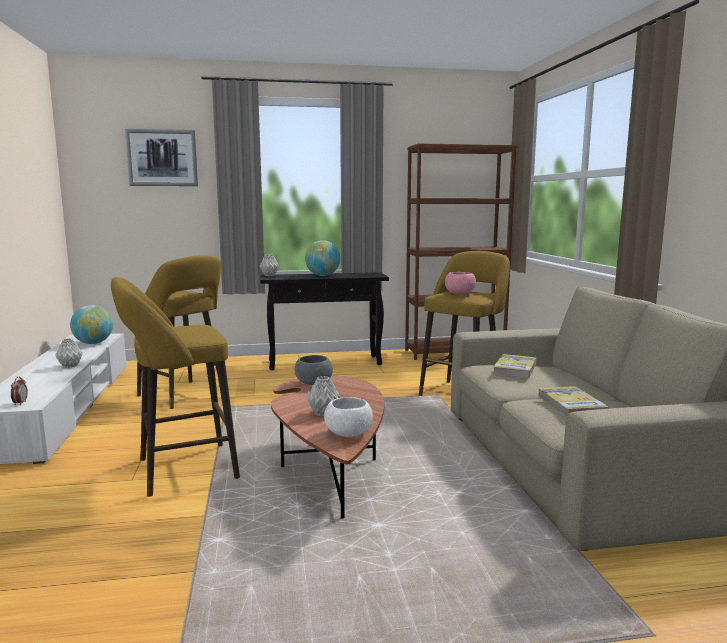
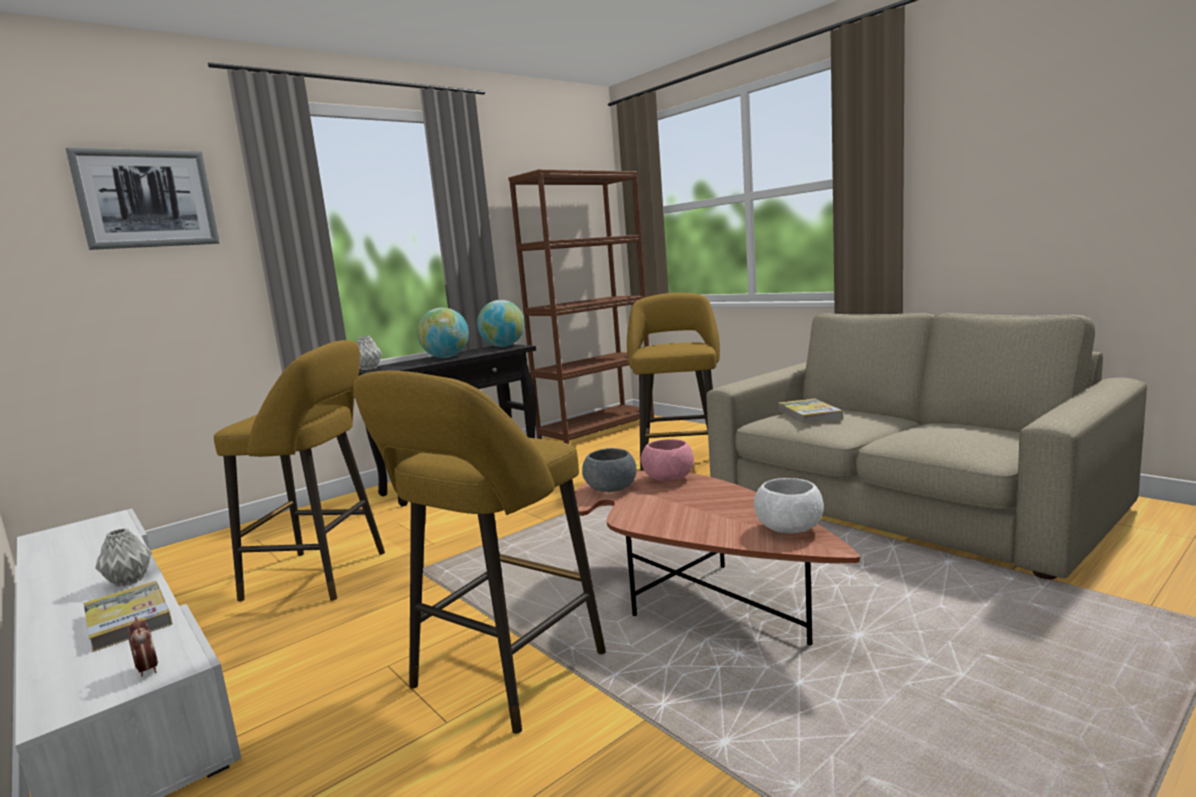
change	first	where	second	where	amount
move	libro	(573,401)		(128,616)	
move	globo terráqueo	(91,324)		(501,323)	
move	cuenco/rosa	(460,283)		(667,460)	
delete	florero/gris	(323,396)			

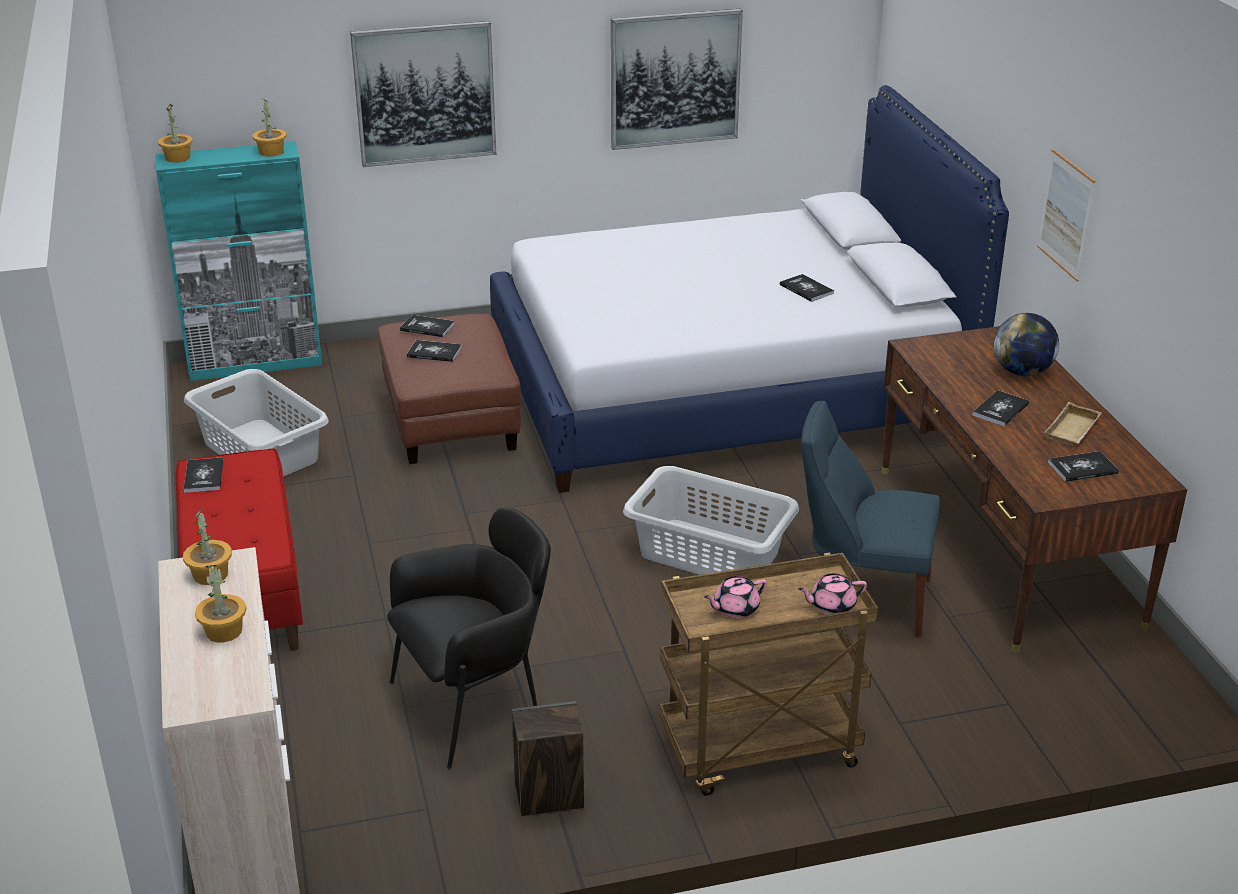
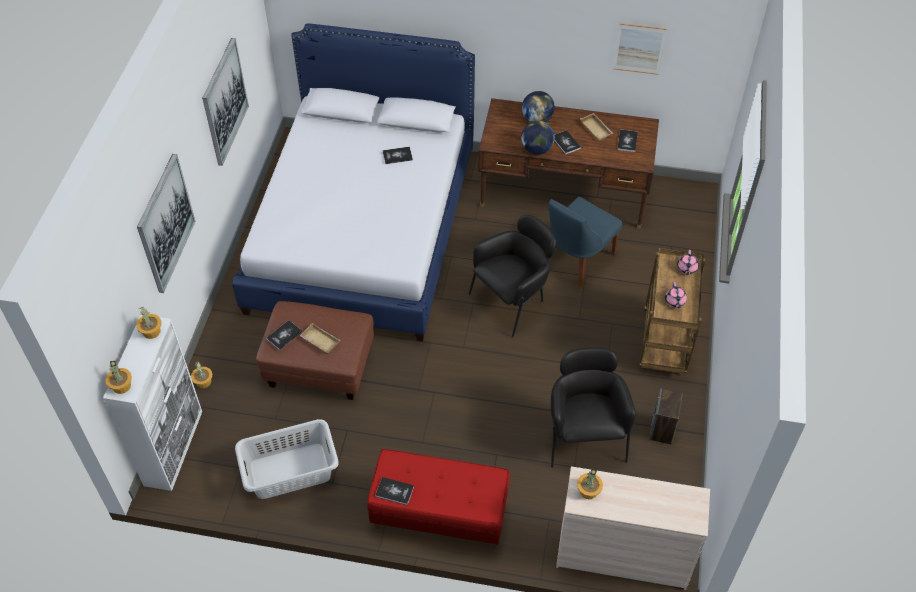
change	first	where	second	where	amount
recolor	armario/turquesa	(238,261)	armario/blanco	(152,403)	
move	planta en maceta	(221,603)		(202,374)	
replace	libro	(434,351)	bandeja/beis	(320,338)	
replace	cesto de la ropa/gris	(711,520)	sillón/negro	(512,276)	
insert			globo terráqueo	(538,138)	
move	cuadro	(1066,215)		(640,49)	

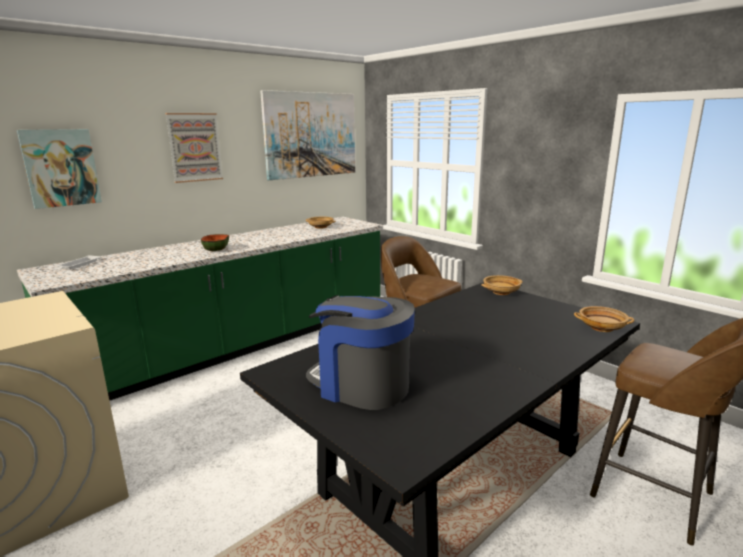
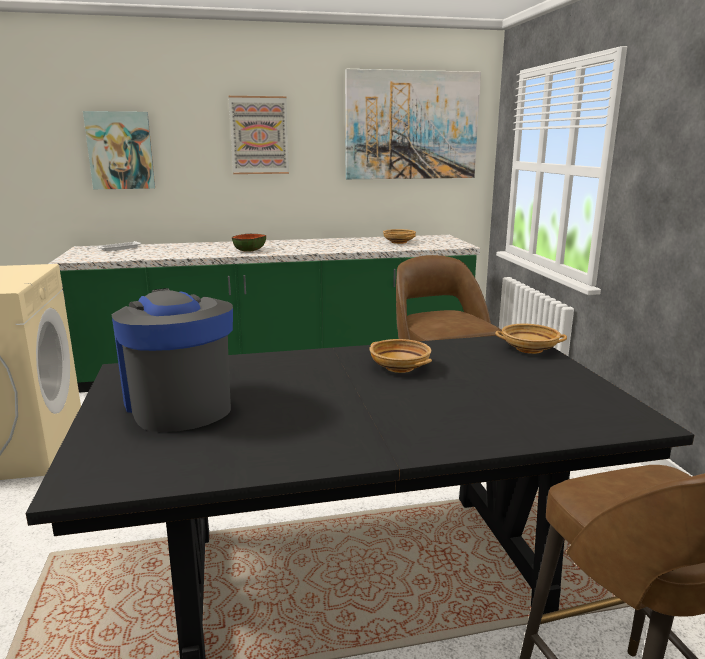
change	first	where	second	where	amount
move	cuenco/beis	(604,319)		(400,356)	

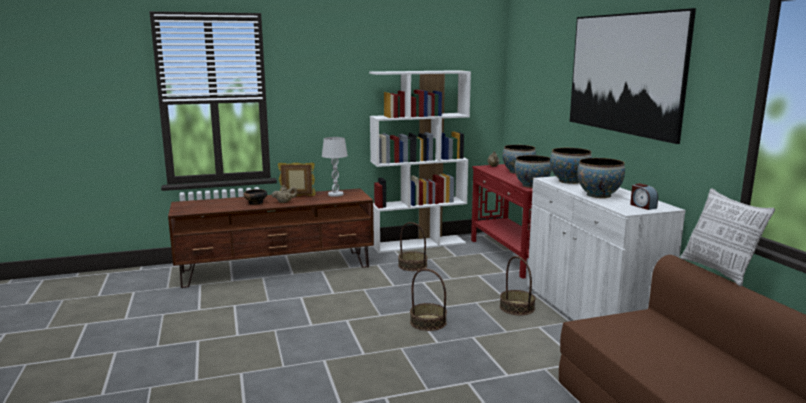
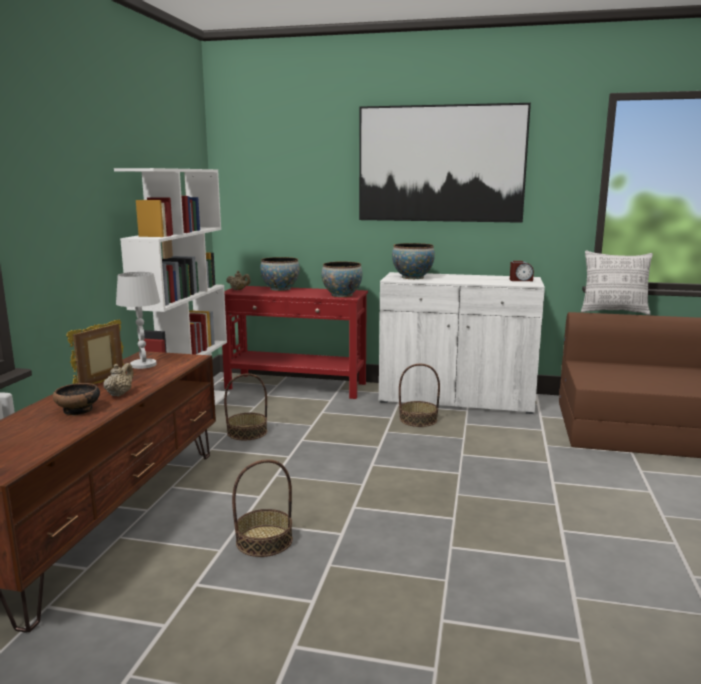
change	first	where	second	where	amount
move	cesta	(428,300)		(262,508)	
delete	cuenco	(601,178)			

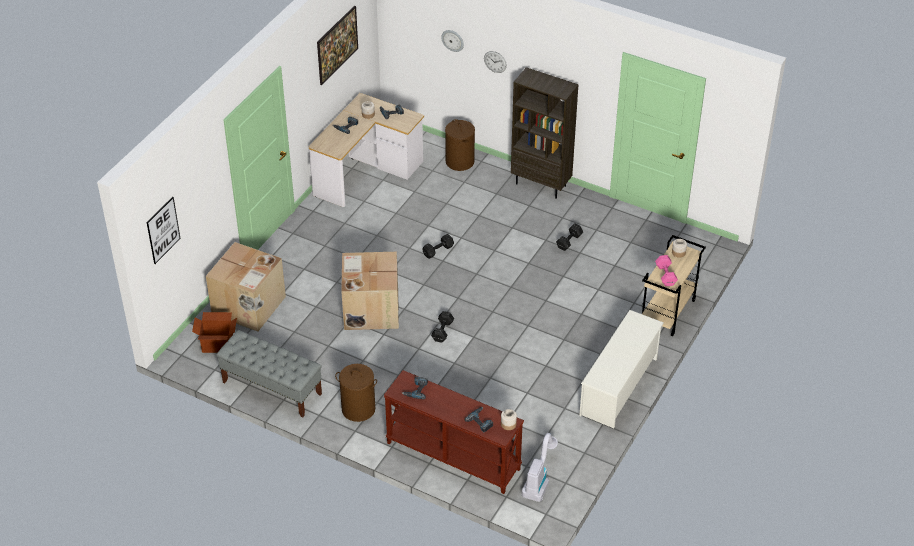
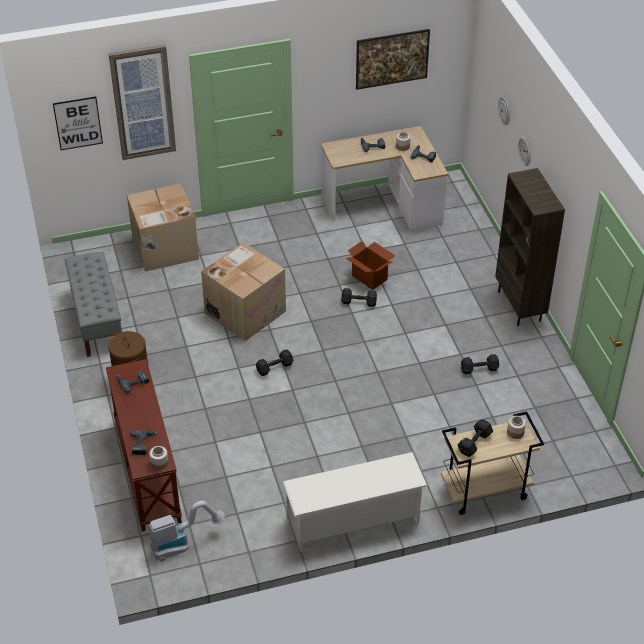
change	first	where	second	where	amount
insert			cuadro	(142,102)	
move	caja de cartón	(214,332)		(371,265)	
recolor	mancuerna/rosa	(666,270)	mancuerna/negro	(475,438)	
delete	cesto de la ropa/marrón	(460,145)			

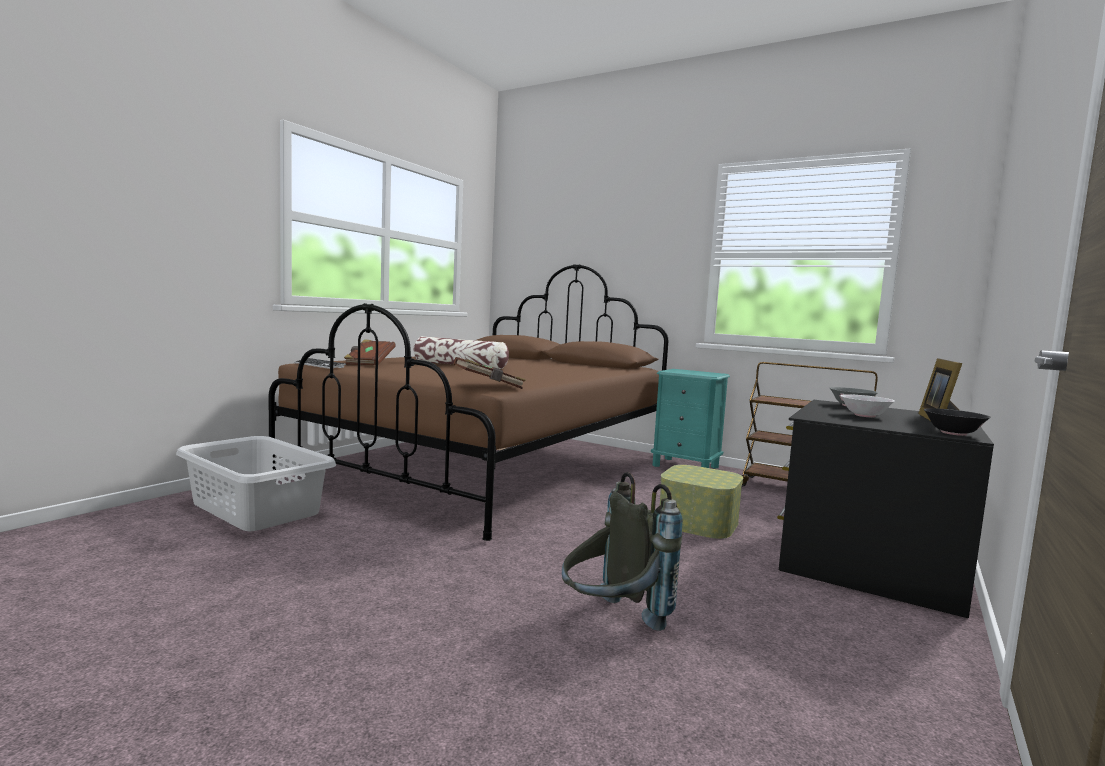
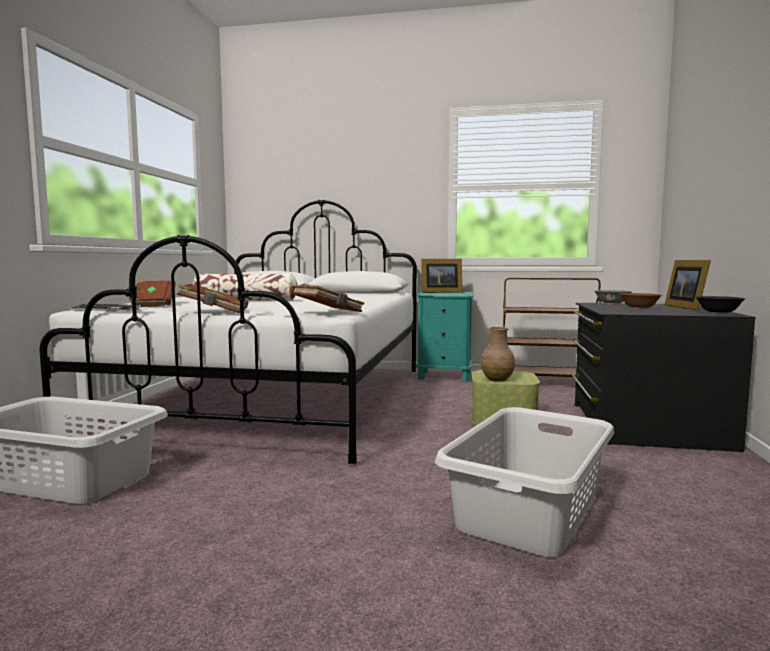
change	first	where	second	where	amount
recolor	cama/marrón	(468,402)	cama/blanco	(228,332)	
insert			libro/marrón	(213,298)	
insert			portarretratos	(441,276)	
replace	mochila/gris	(622,551)	cesto de la ropa/gris	(524,482)	
insert			florero/marrón	(498,354)	
recolor	cuenco/blanco	(867,405)	cuenco/marrón	(640,301)	

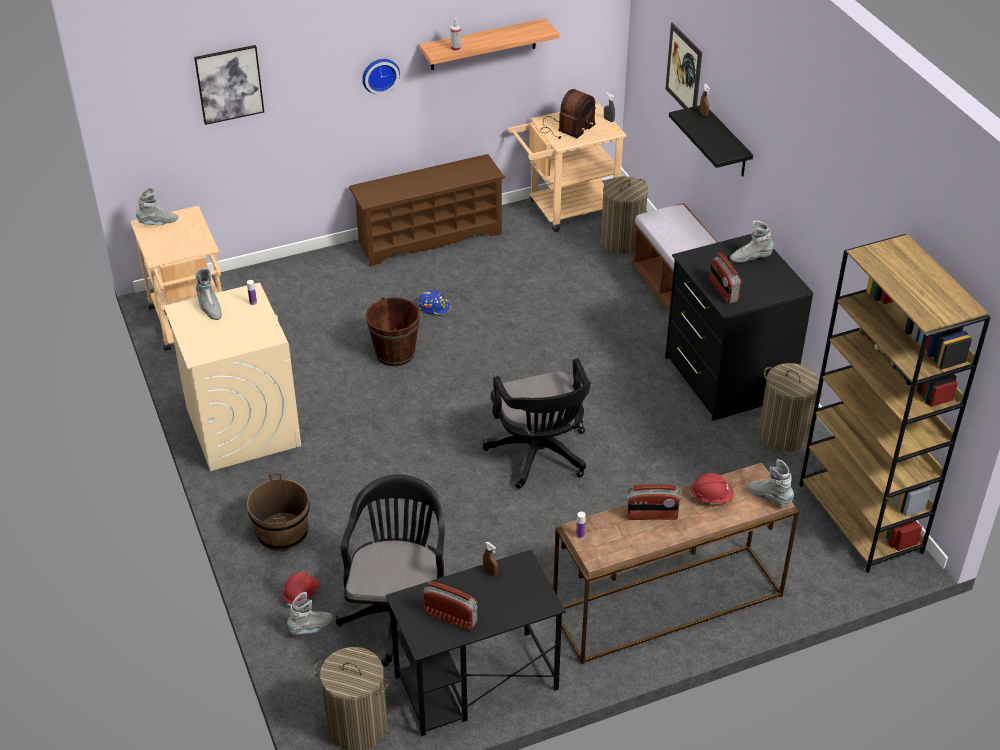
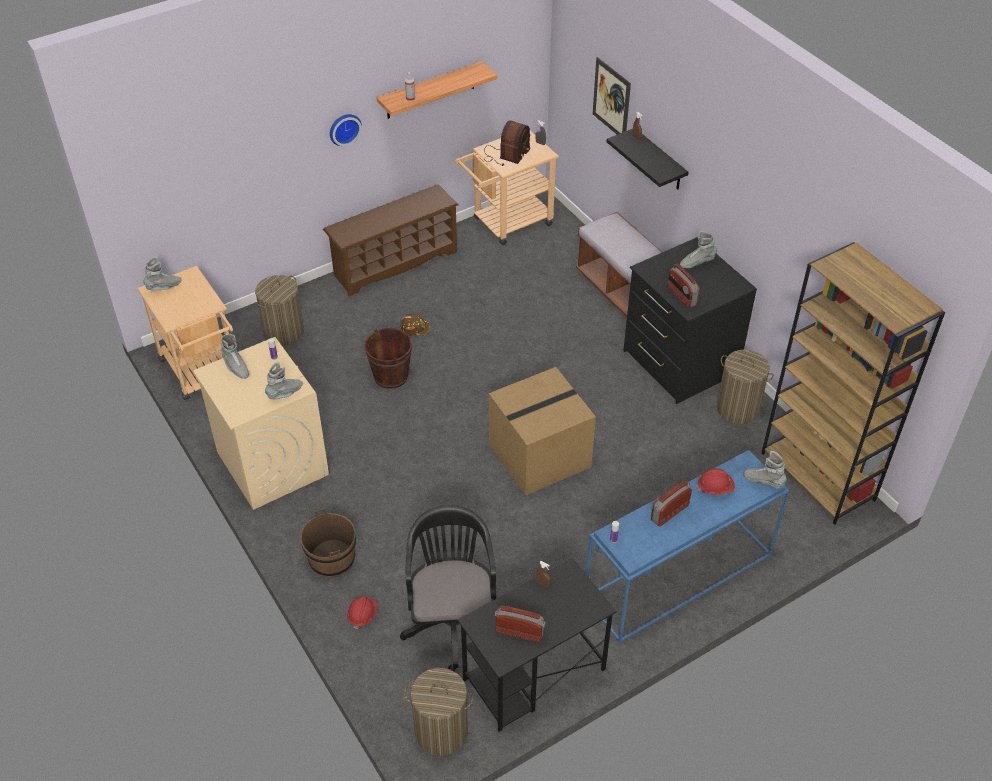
change	first	where	second	where	amount
move	cesto de la ropa	(624,215)		(279,310)	
move	bota/gris	(310,613)		(284,380)	
recolor	casco/azul	(434,303)	casco/marrón	(415,325)	
replace	silla de oficina/negro	(536,423)	caja de cartón	(542,431)	
recolor	mesa consola/marrón	(676,563)	mesa consola/azul	(687,547)	
rotate	radio	(654,502)		(671,503)	150 degrees clockwise
delete	cuadro	(229,85)			

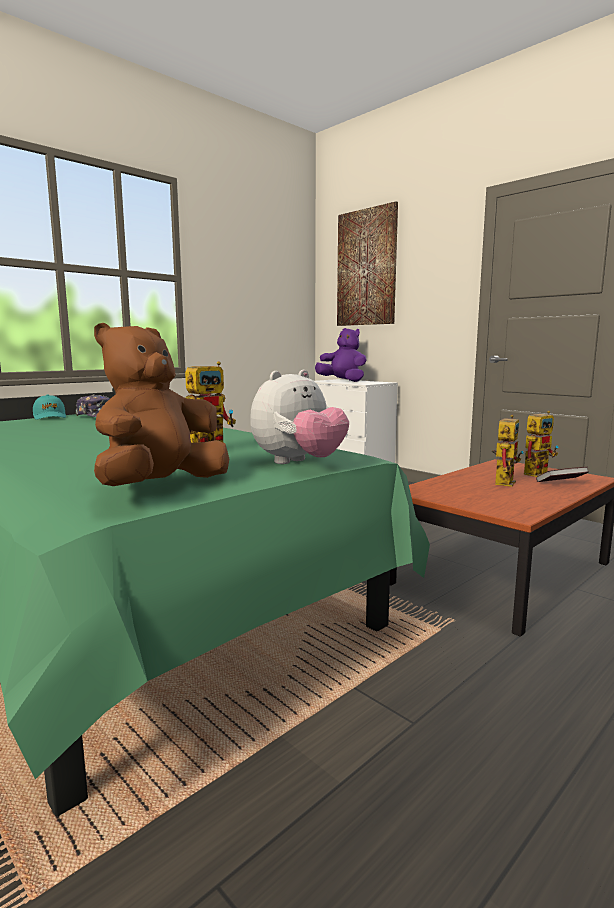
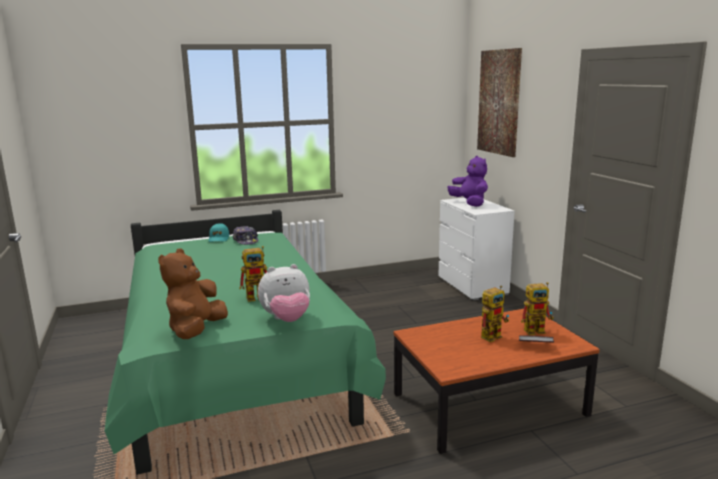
change	first	where	second	where	amount
rotate	peluche/marrón	(161,404)		(193,293)	45 degrees counterclockwise

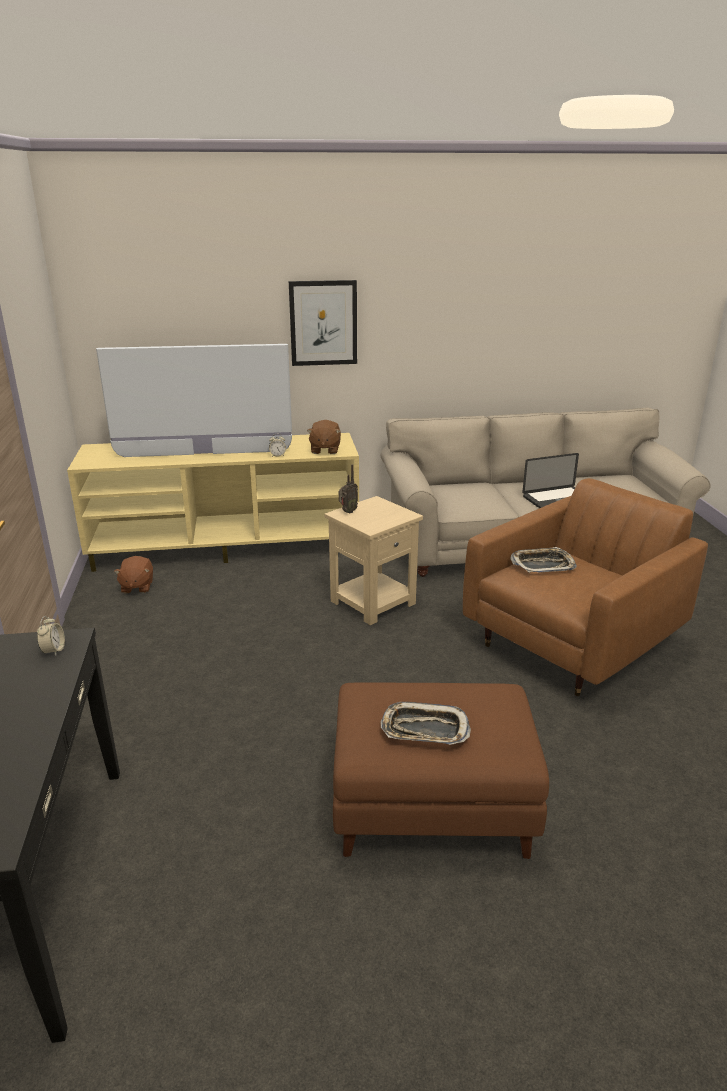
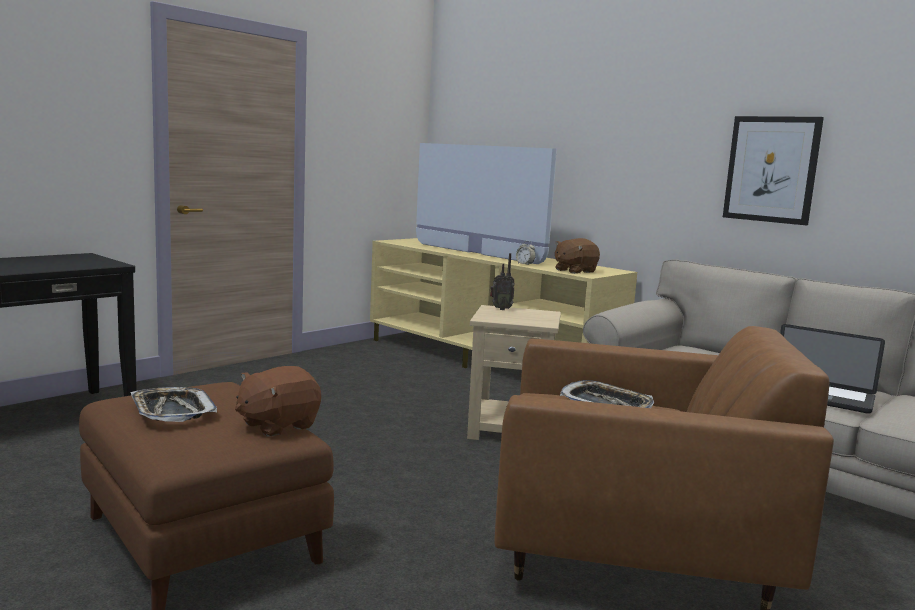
change	first	where	second	where	amount
move	peluche/marrón	(133,574)		(278,401)	
move	cuadro	(323,323)		(773,170)	
delete	despertador	(51,636)			

